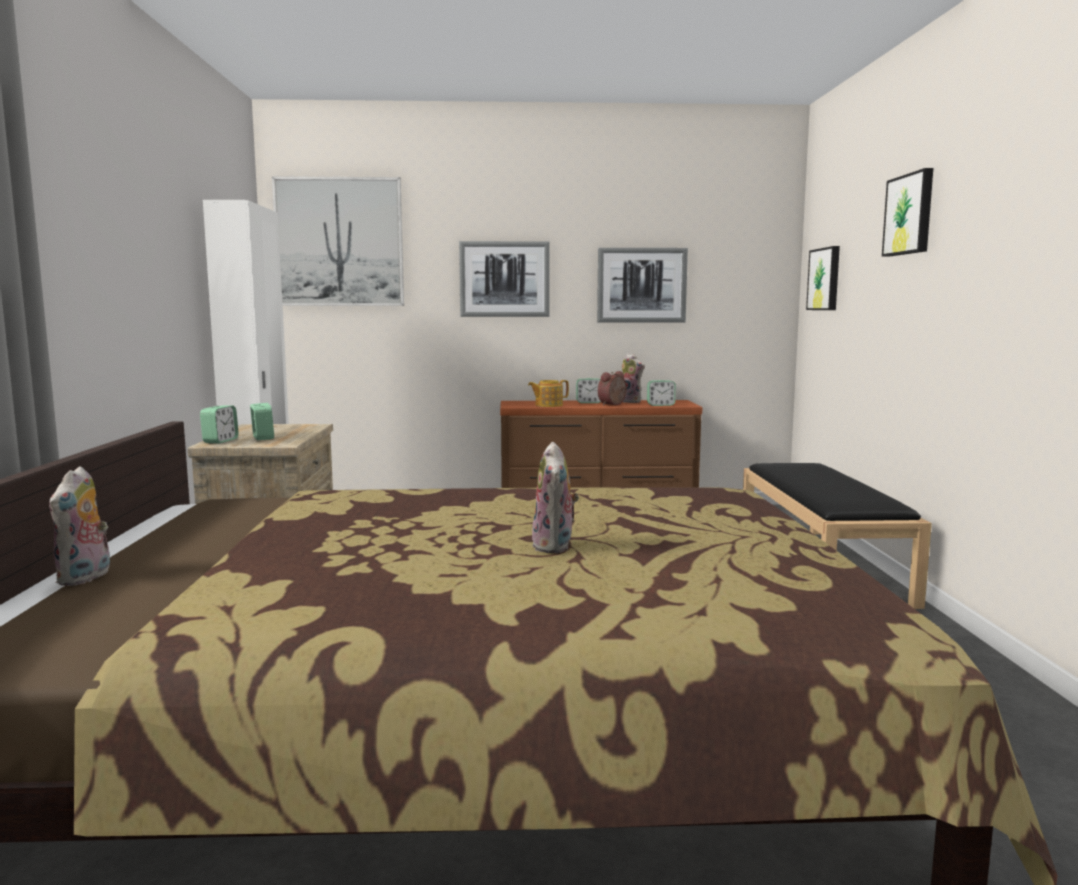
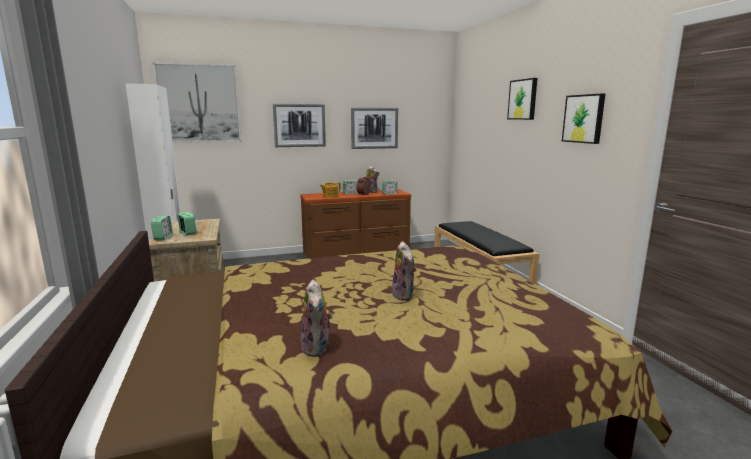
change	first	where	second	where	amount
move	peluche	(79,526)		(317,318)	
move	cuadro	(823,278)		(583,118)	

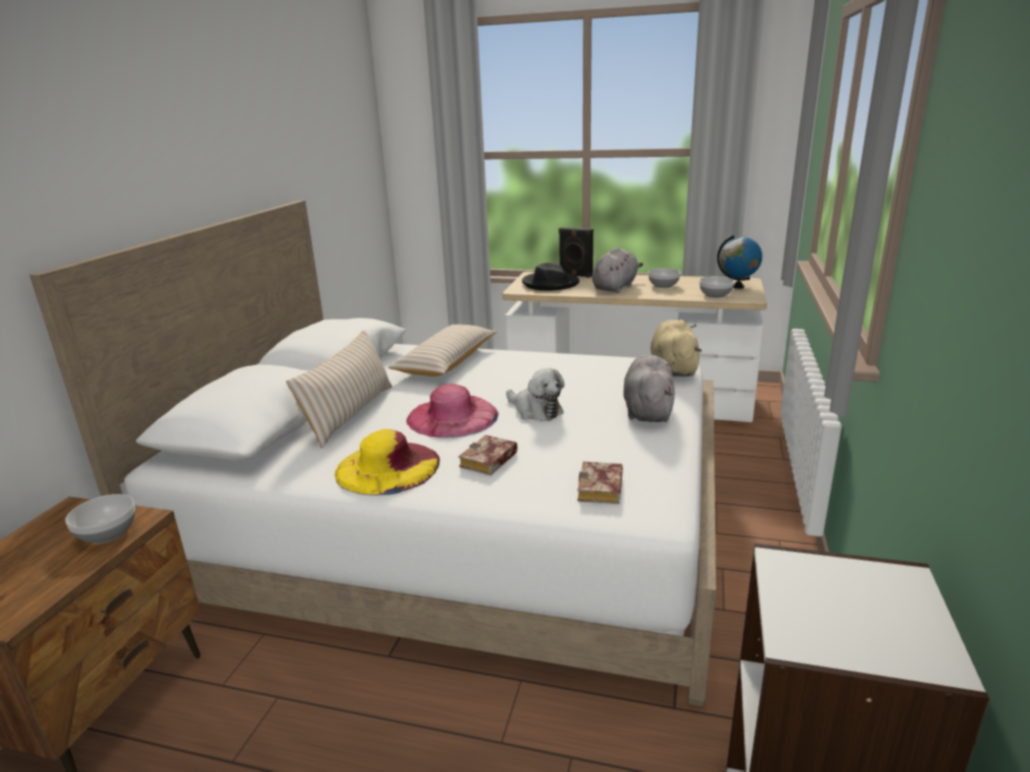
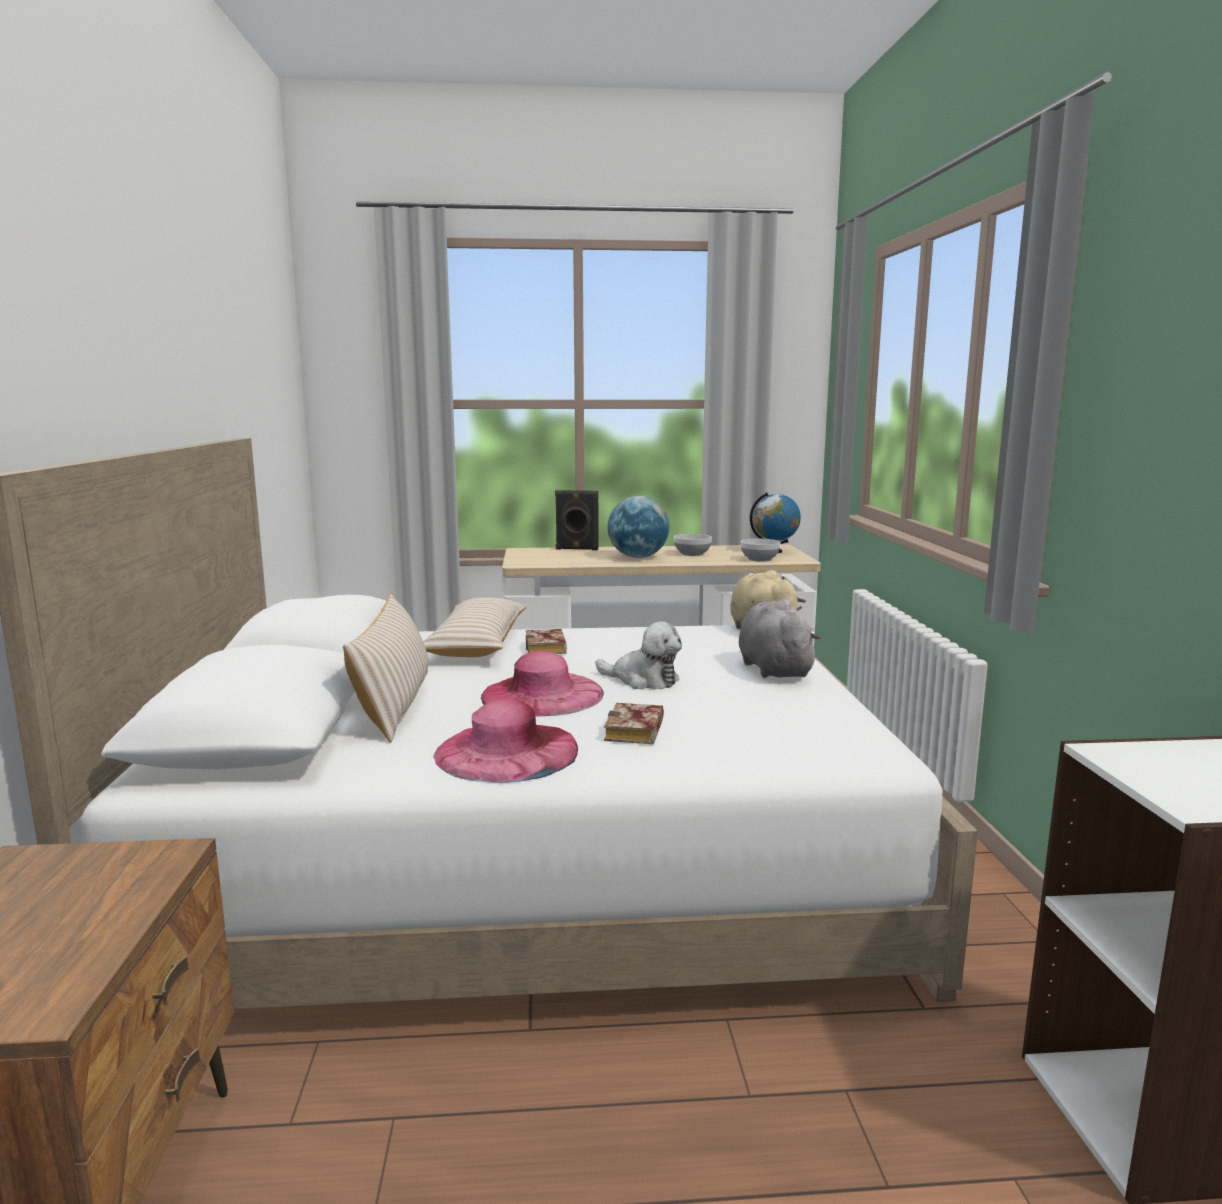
change	first	where	second	where	amount
recolor	sombrero/amarillo	(387,462)	sombrero/rosa	(505,741)	
move	libro	(600,483)		(546,641)	
replace	peluche/gris	(617,270)	globo terráqueo	(638,527)	
delete	cuenco	(100,519)			
delete	sombrero/negro	(551,277)			

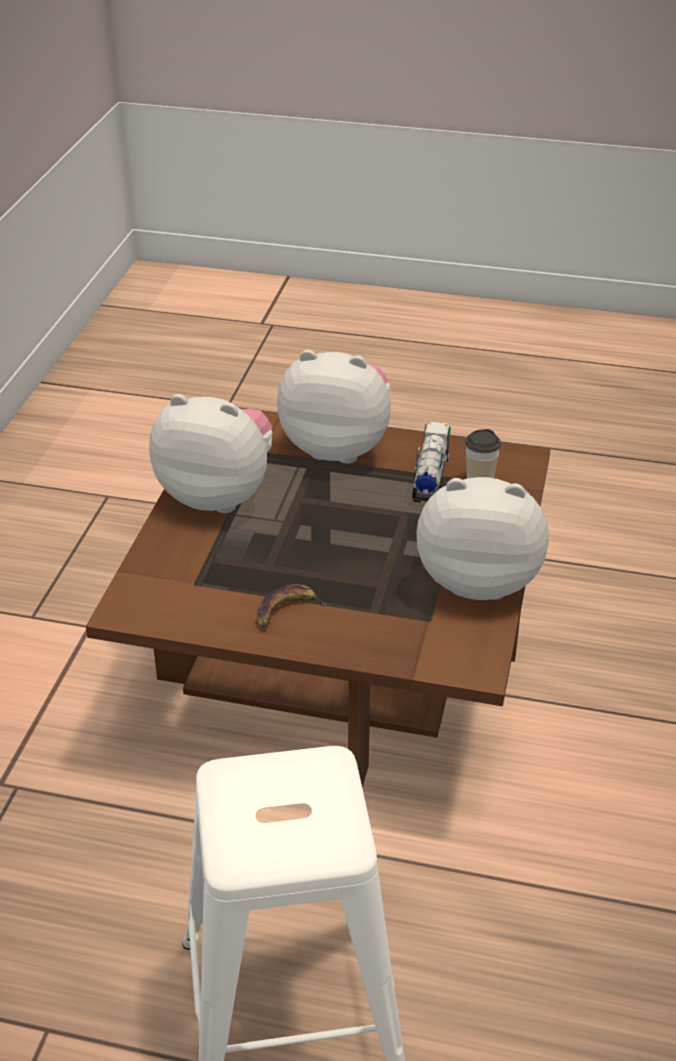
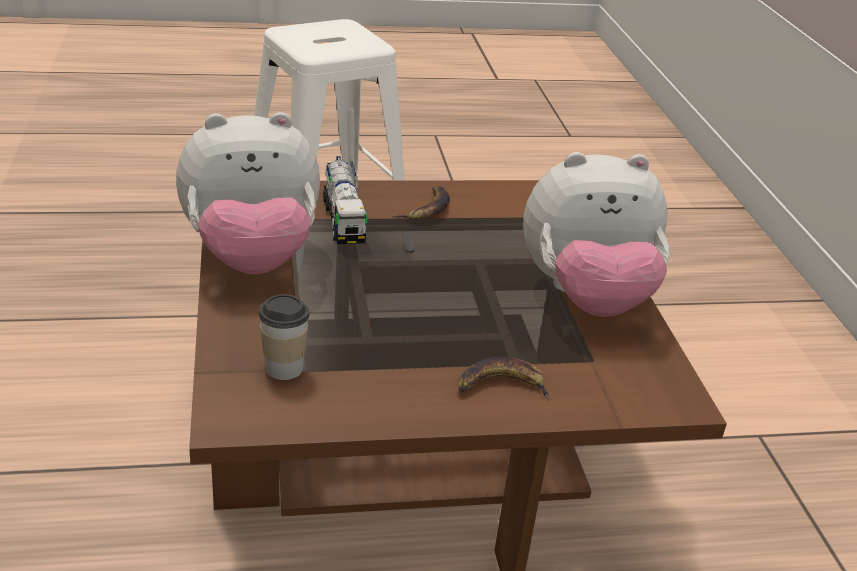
change	first	where	second	where	amount
move	camión de juguete	(431,462)		(345,200)	
replace	peluche	(334,407)	plátano	(505,378)	

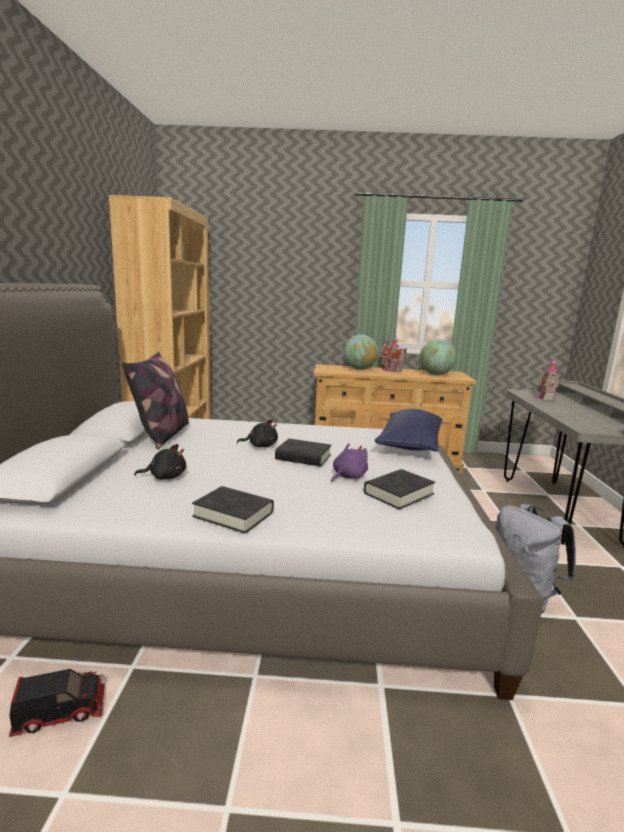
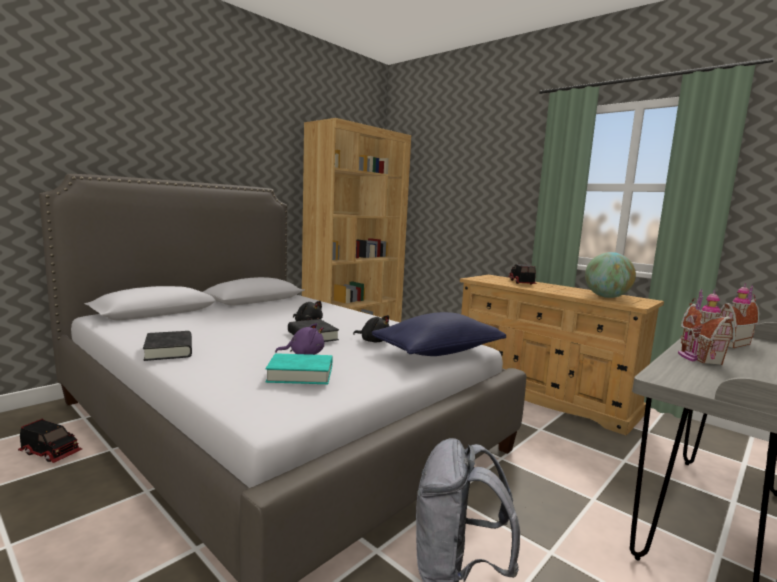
change	first	where	second	where	amount
recolor	libro/negro	(399,489)	libro/turquesa	(299,368)	
move	peluche/negro	(160,462)		(371,328)	
replace	globo terráqueo	(360,352)	camión de juguete	(522,273)	
move	casita	(394,354)		(706,327)	
delete	cojín	(155,400)			

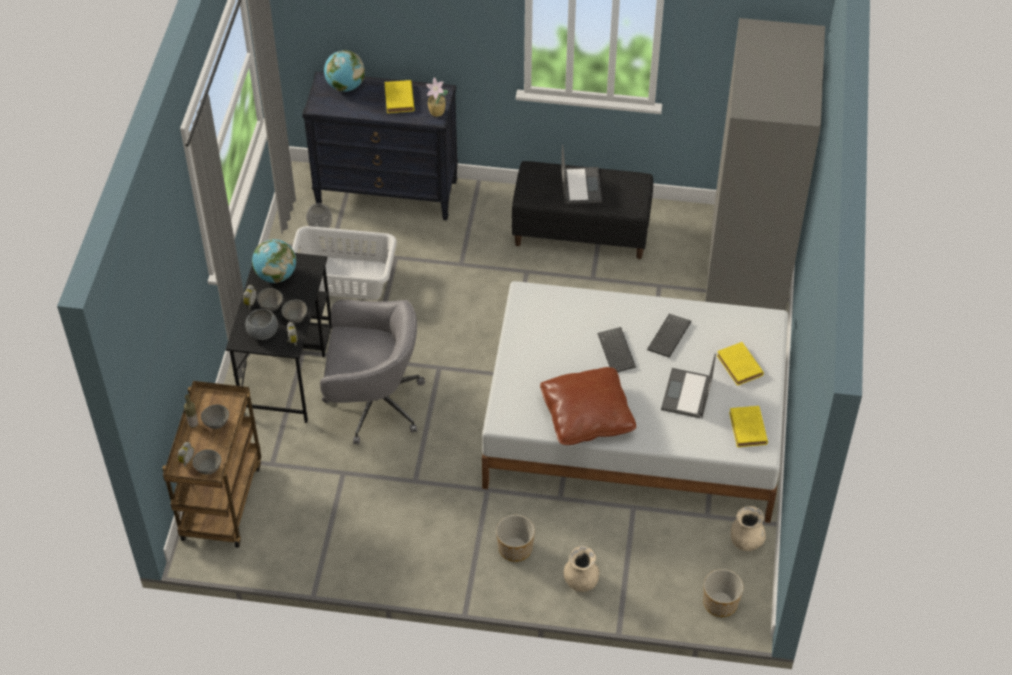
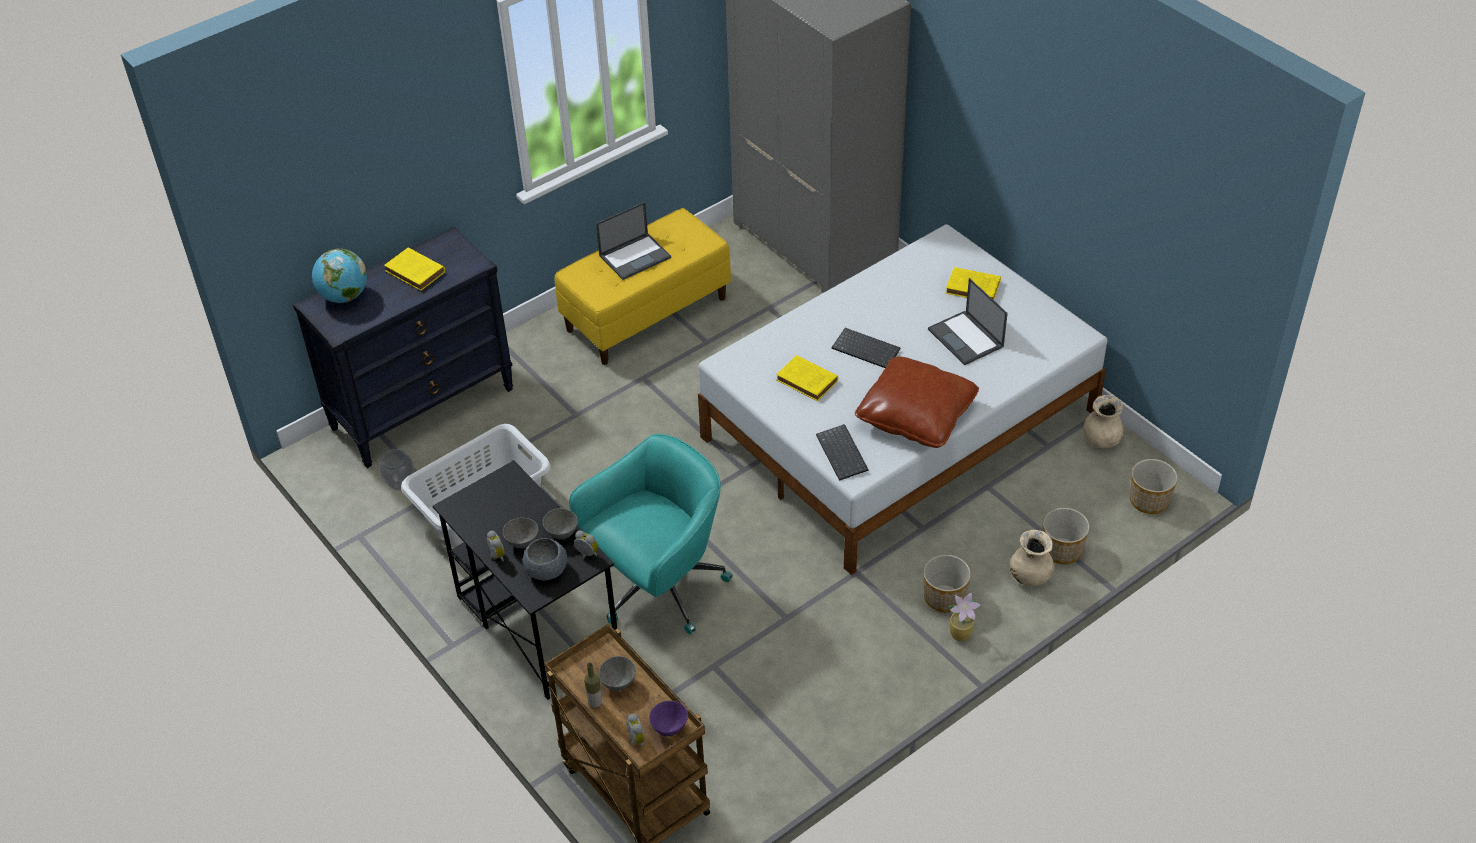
change	first	where	second	where	amount
recolor	banco/negro	(582,210)	banco/amarillo	(643,286)	
recolor	silla de oficina/gris	(372,372)	silla de oficina/turquesa	(651,534)	
rotate	portátil	(581,174)		(633,241)	105 degrees clockwise
recolor	cuenco/gris	(207,461)	cuenco/morado	(668,719)	
move	libro/amarillo	(748,426)		(807,378)	
move	teclado	(669,336)		(842,452)	
move	planta en maceta	(437,97)		(964,617)	
insert			maceta	(1066,536)	
delete	globo terráqueo	(274,261)			

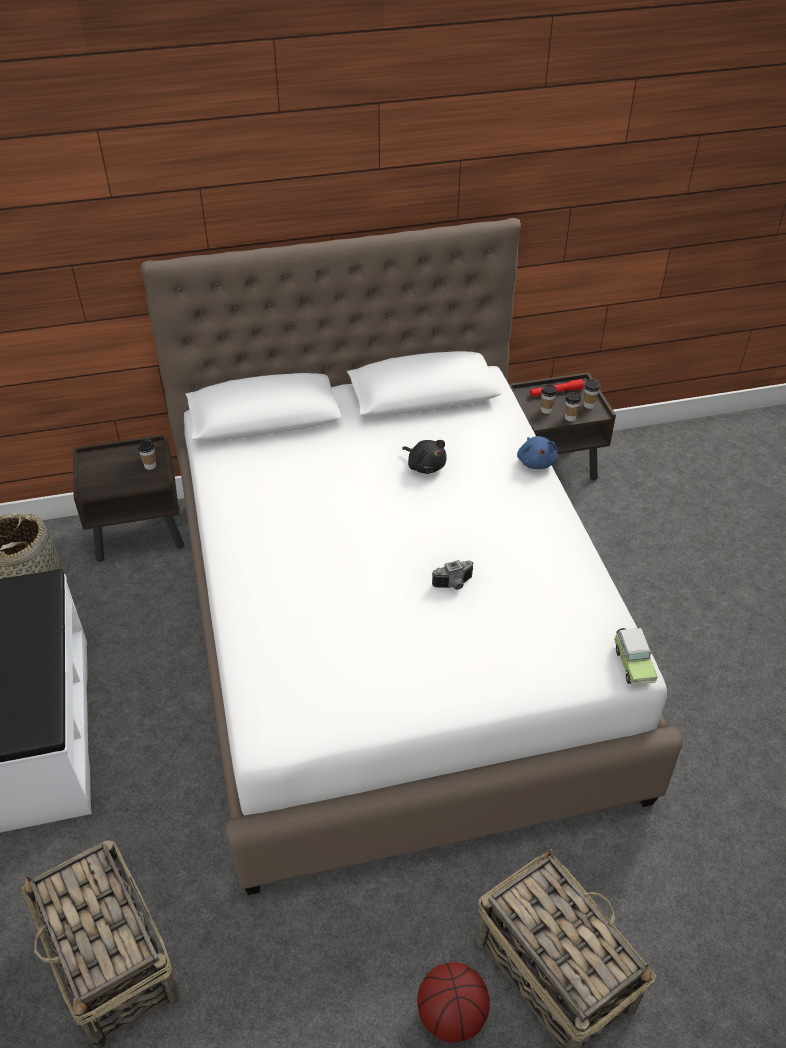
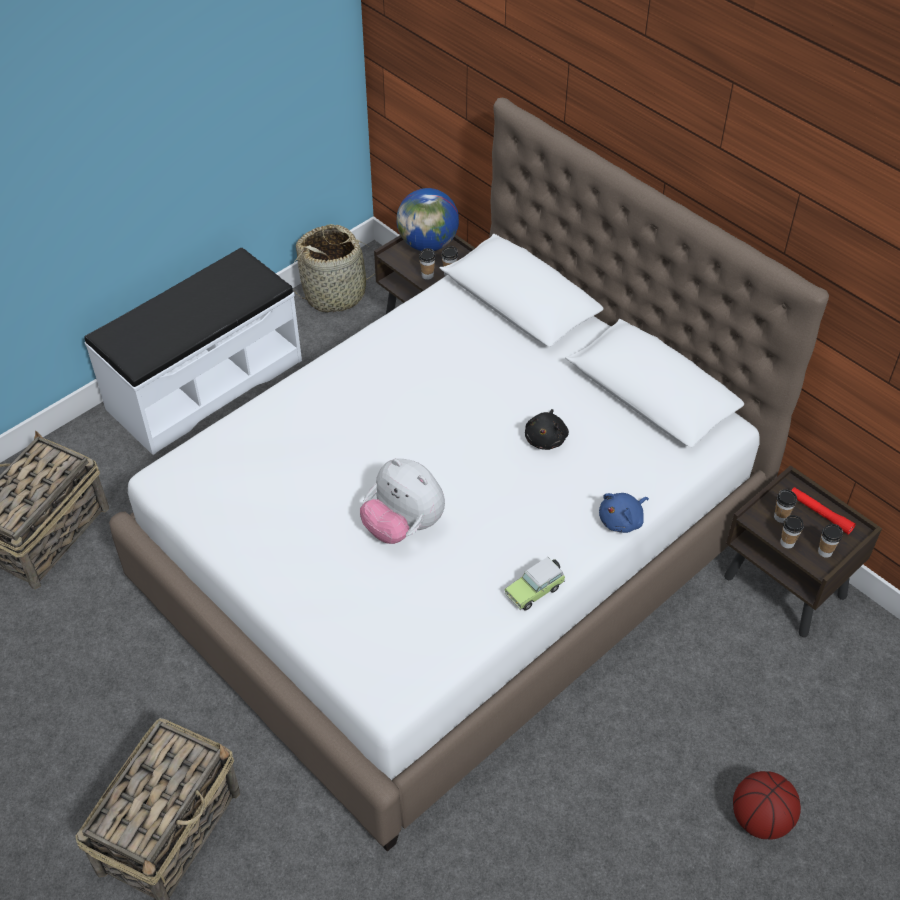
change	first	where	second	where	amount
replace	cámara	(453,575)	peluche	(402,501)	
insert			globo terráqueo	(428,219)	
insert			taza	(427,264)	
move	coche de juguete	(636,656)		(535,584)	
move	balón de baloncesto	(453,1002)		(767,805)	

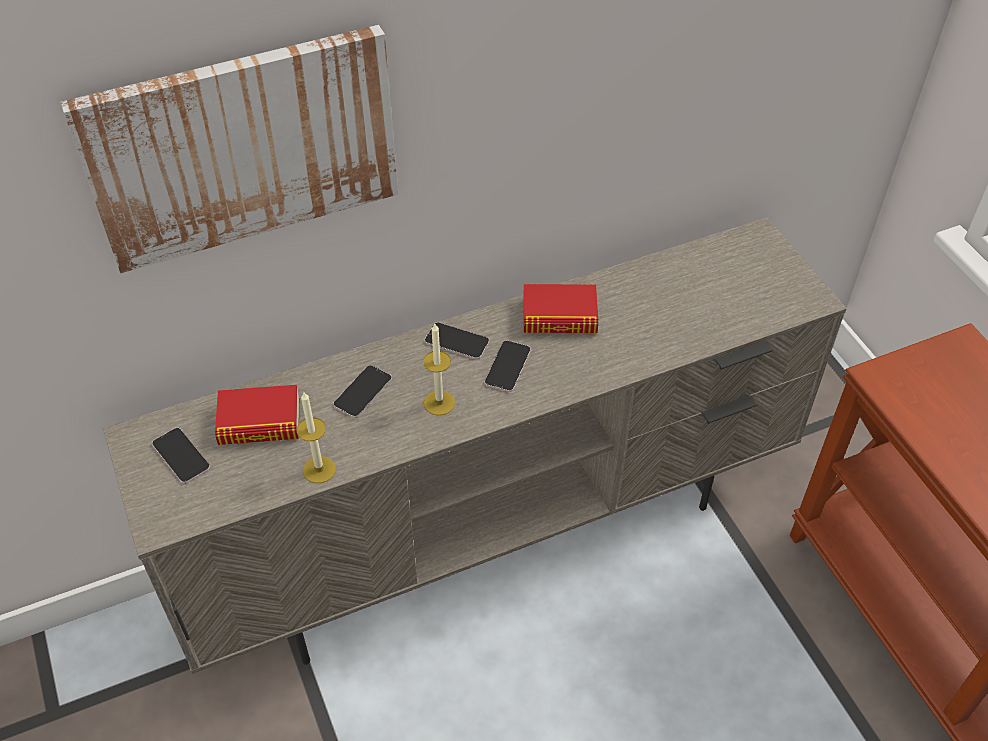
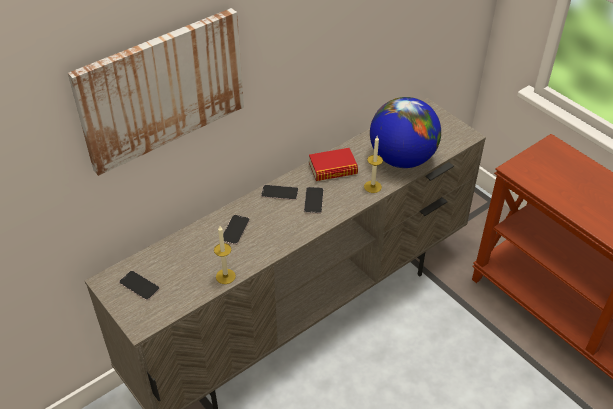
change	first	where	second	where	amount
move	vela	(439,369)		(373,164)	
insert			globo terráqueo	(405,132)	
delete	libro	(257,415)			

